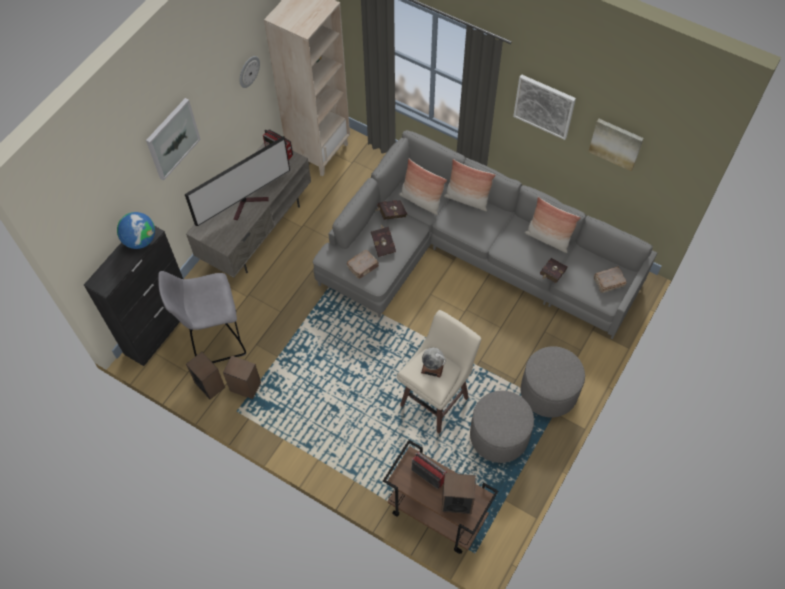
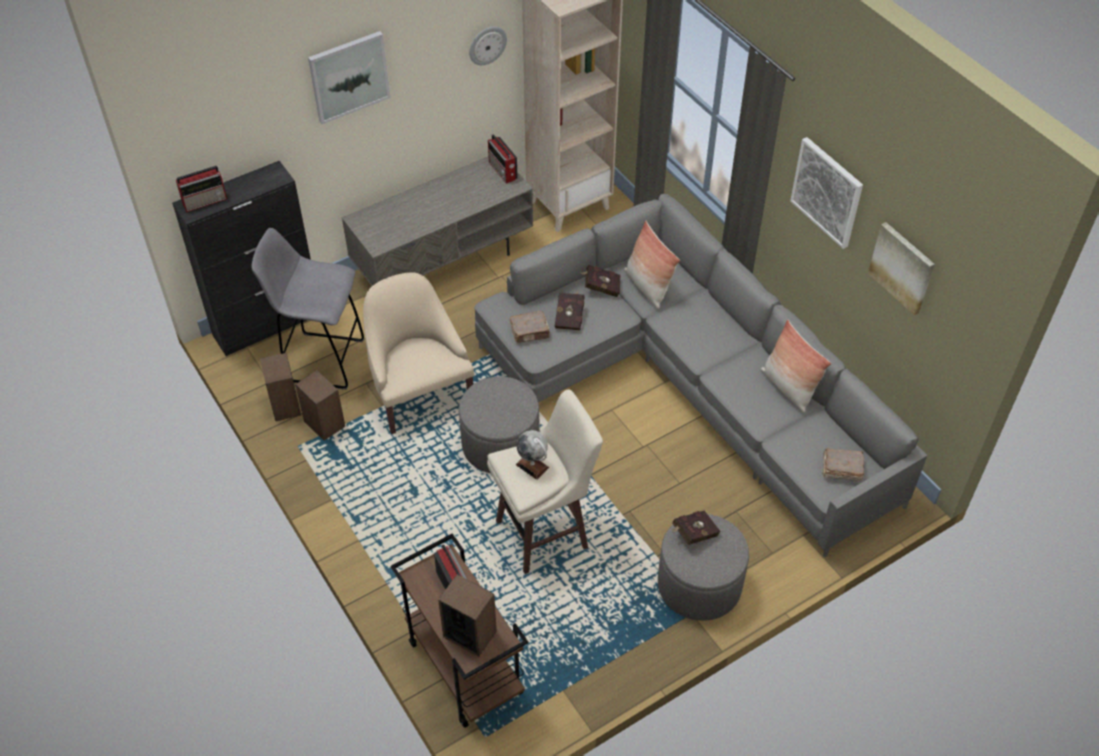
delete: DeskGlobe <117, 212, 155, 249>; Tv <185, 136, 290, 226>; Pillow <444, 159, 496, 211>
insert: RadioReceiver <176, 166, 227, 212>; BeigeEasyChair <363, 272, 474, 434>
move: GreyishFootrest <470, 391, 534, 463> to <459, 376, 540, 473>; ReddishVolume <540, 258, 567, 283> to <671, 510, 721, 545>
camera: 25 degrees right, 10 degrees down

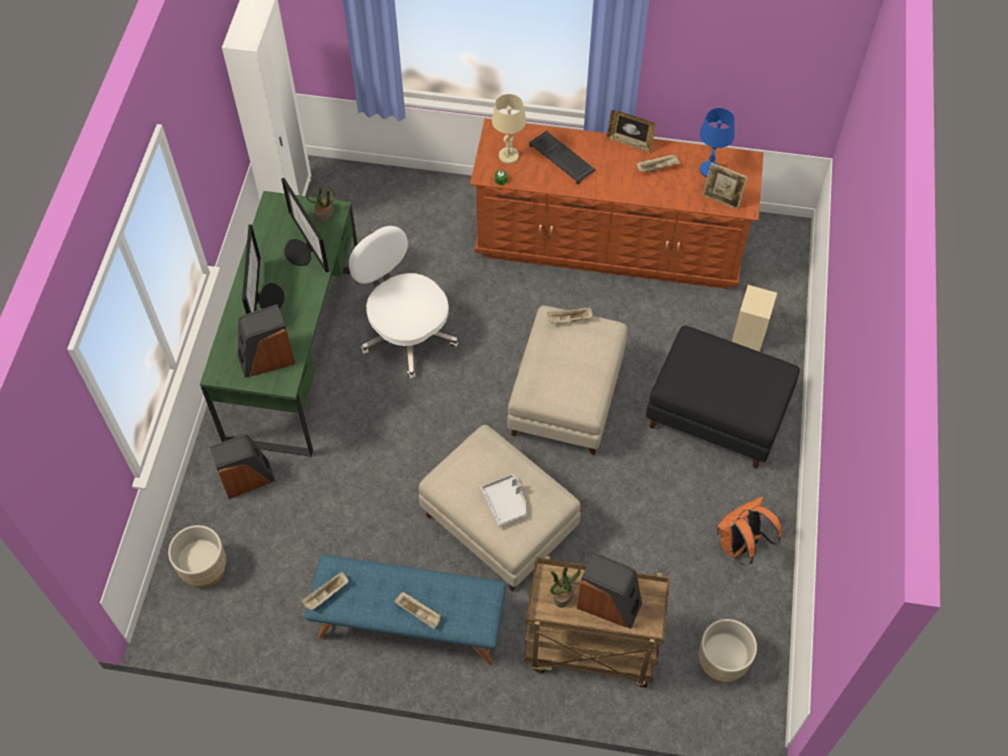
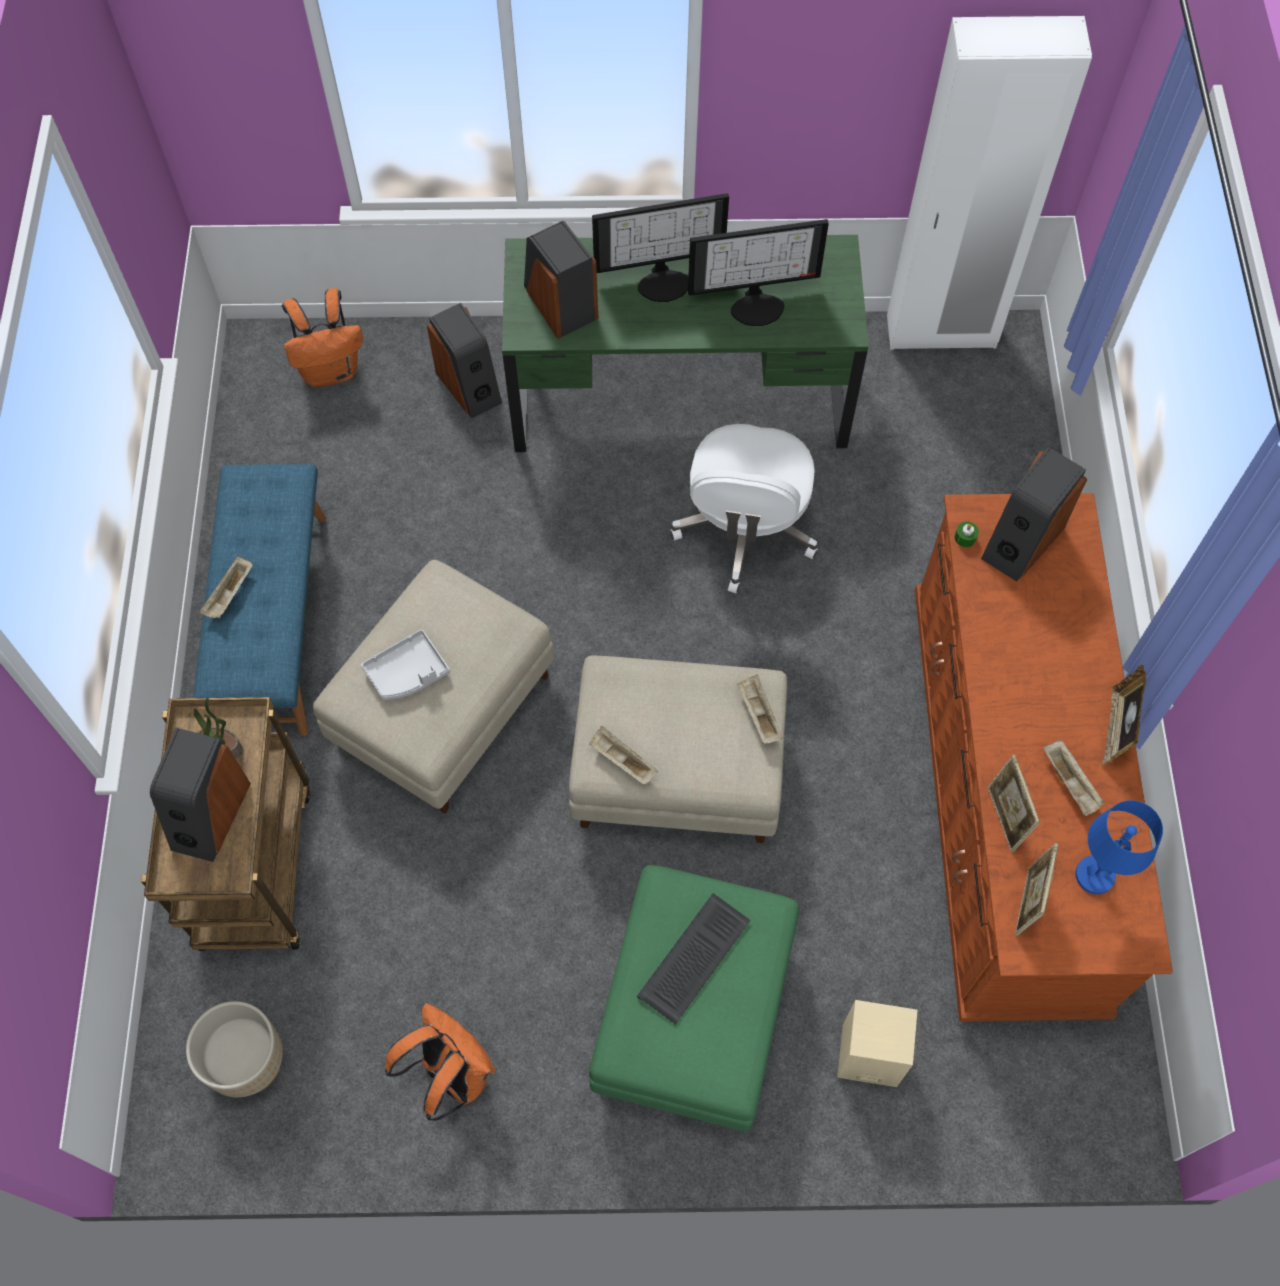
delete: PottedPlant <306, 185, 335, 223>
insert: StandingFrame <987, 755, 1040, 852>
move: BeigeCarryingTray <301, 572, 349, 611> to <589, 726, 658, 784>; PcKeyboard <529, 131, 596, 184> to <637, 893, 751, 1025>
replace: BeigeFlowerPot <168, 525, 226, 588> to OrangeyBackpack <282, 288, 363, 387>; BeigeTabletopLamp <492, 94, 526, 164> to AudioSpeaker <981, 447, 1087, 582>
recolor: BlackFootrest <646, 326, 800, 469> to GreenColouredFootrest <589, 865, 800, 1131>
rotate: WhiteComputerChair <349, 226, 458, 379> = <670, 424, 818, 593> 150 degrees clockwise; Monitor <281, 178, 329, 273> = <688, 219, 829, 326> 150 degrees counterclockwise
camera: 80 degrees right, 5 degrees up

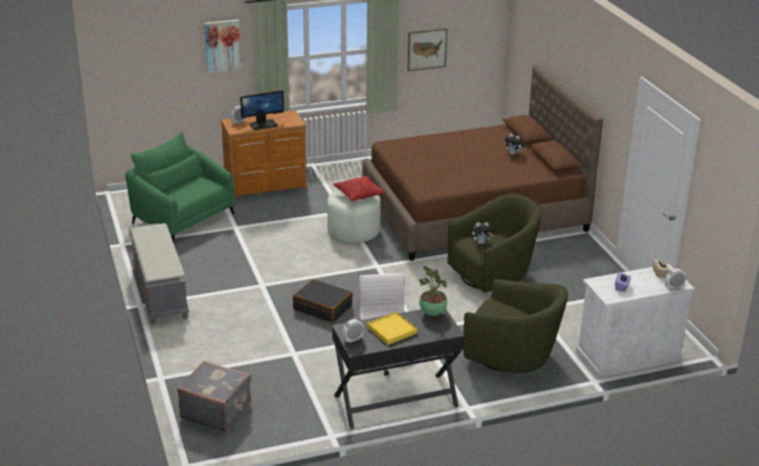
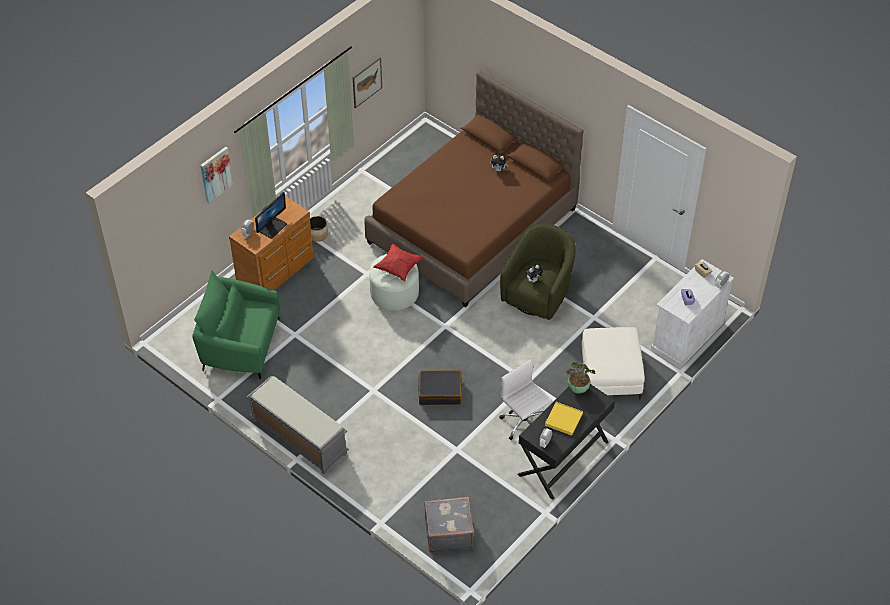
insert: FlowerPot <310, 216, 328, 242>
replace: GreenColouredEasyChair <463, 279, 568, 373> to WhiteFootrest <582, 327, 645, 400>
camera: 30 degrees left, 20 degrees up

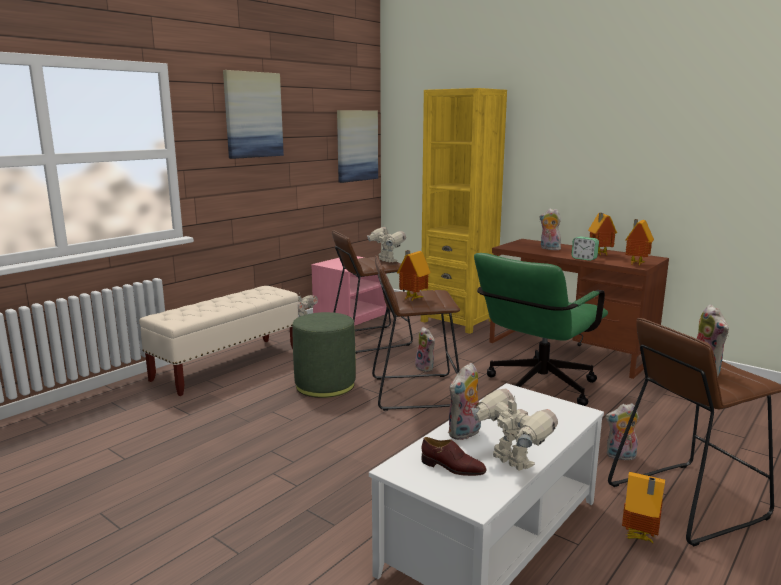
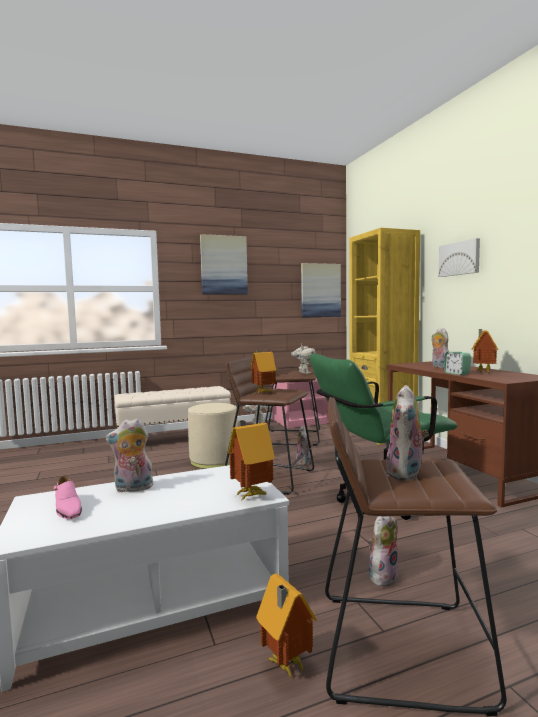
delete: RobotFigure <471, 389, 558, 471>
insert: WallArt <439, 238, 480, 277>
move: ModelHouse <625, 219, 654, 266> to <228, 420, 275, 499>
recolor: BrownishItemOfFootwear <421, 437, 487, 476> to PinkishItemOfFootwear <54, 476, 82, 519>; GreenColouredFootrest <293, 312, 356, 398> to BeigeFootrest <188, 403, 238, 469>
rotate: CuddlyToy <605, 403, 639, 460> = <368, 516, 399, 586> 105 degrees clockwise
camera: 30 degrees right, 10 degrees down

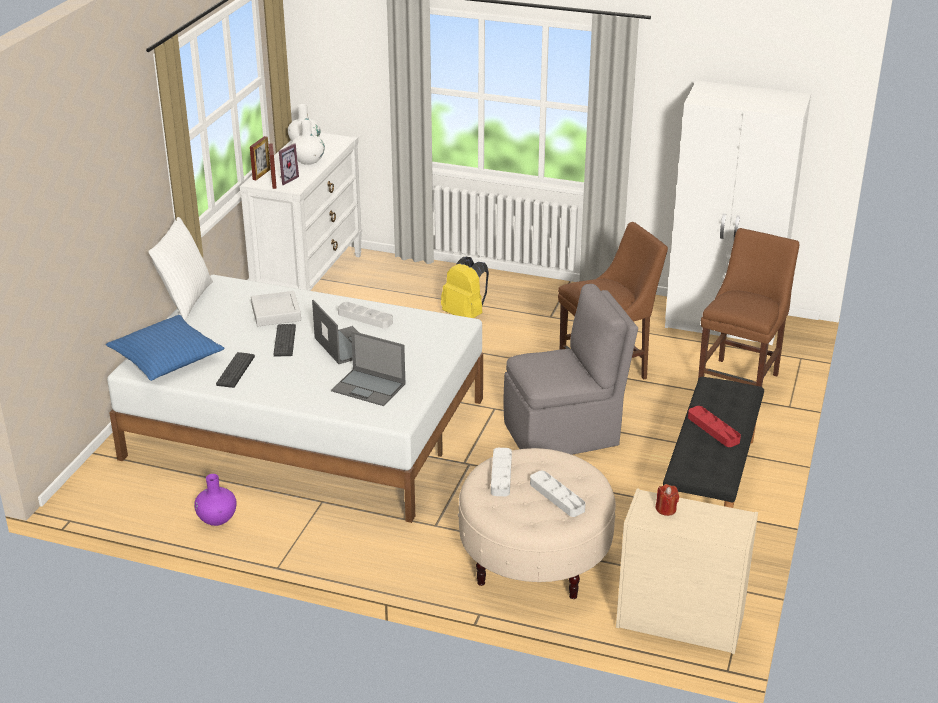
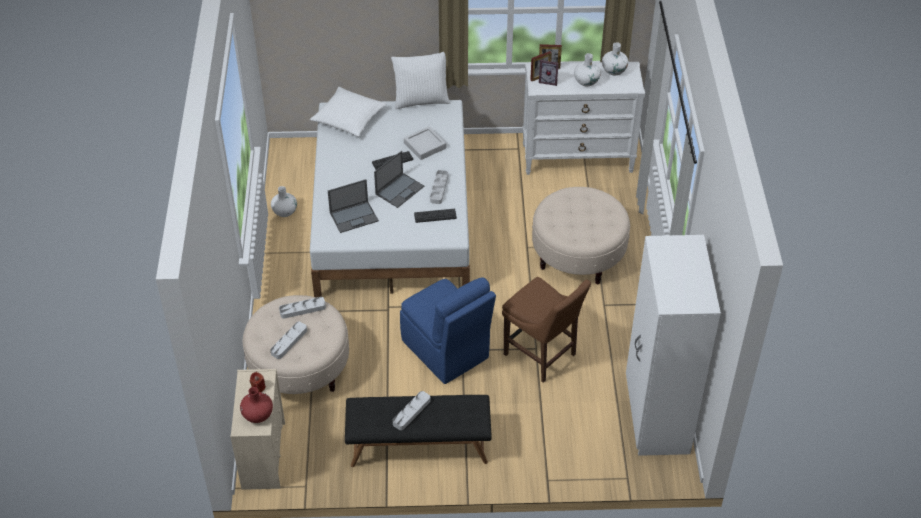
delete: BrownishUprightChair <698, 228, 799, 387>
insert: ReddishVase <240, 387, 273, 423>
move: PcKeyboard <216, 352, 255, 388> to <414, 209, 457, 223>
replace: YellowishBackpack <441, 257, 489, 318> to BeigeFootrest <532, 187, 630, 284>
recolor: PurpleVase <194, 474, 237, 526> to WhiteVase <271, 186, 297, 217>; BluishPillow <106, 315, 225, 381> to WhitePillow <310, 87, 386, 137>; ReddishCarryingTray <688, 406, 741, 447> to GreyishCarryingTray <393, 391, 430, 430>; GreyishUprightChair <503, 284, 638, 455> to BluishUprightChair <400, 277, 496, 384>
rotate: NotebookComputer <331, 331, 406, 406> = <328, 179, 379, 233> 120 degrees counterclockwise
camera: 70 degrees right, 15 degrees up

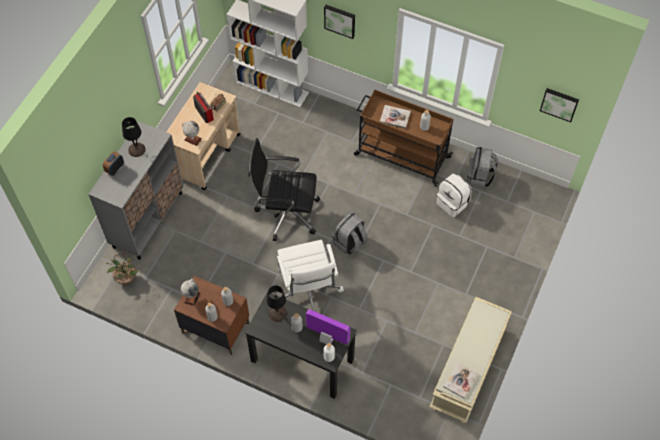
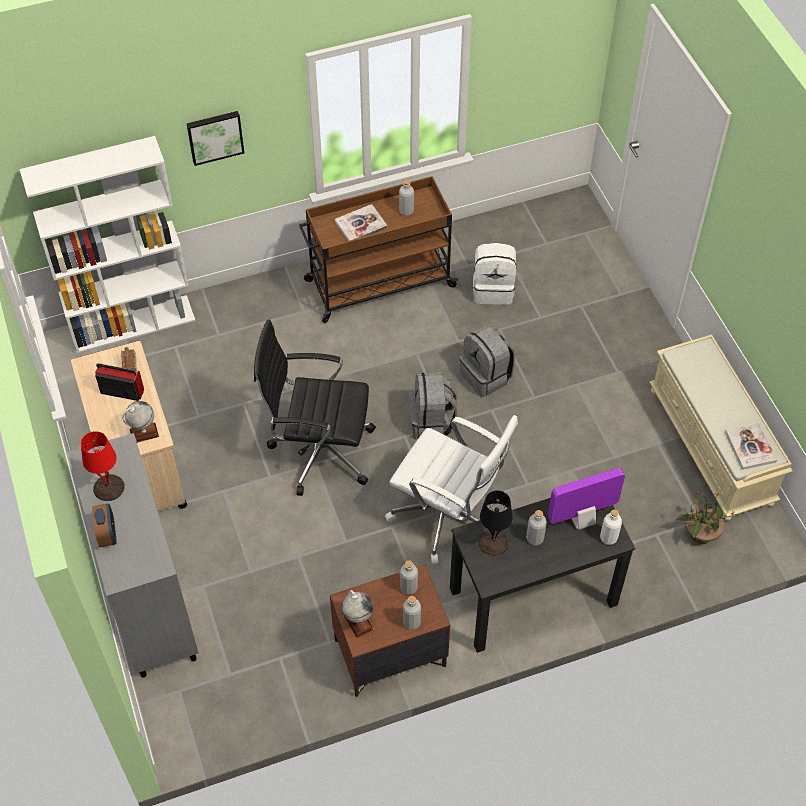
delete: WallArt <540, 88, 579, 122>
move: GreyishBackpack <467, 147, 498, 188> to <460, 325, 515, 397>; PottedPlant <107, 253, 138, 285> to <677, 490, 736, 544>
recolor: BlackTabletopLamp <122, 117, 146, 157> to ReddishTabletopLamp <81, 431, 125, 501>
rotate: BlackComputerChair <249, 138, 320, 241> = <254, 319, 376, 496> 45 degrees clockwise
camera: 45 degrees left, 5 degrees down

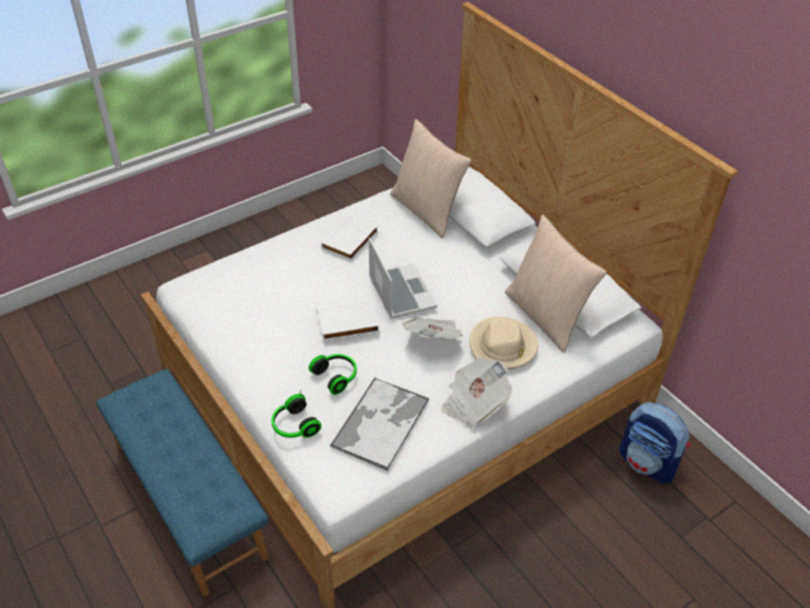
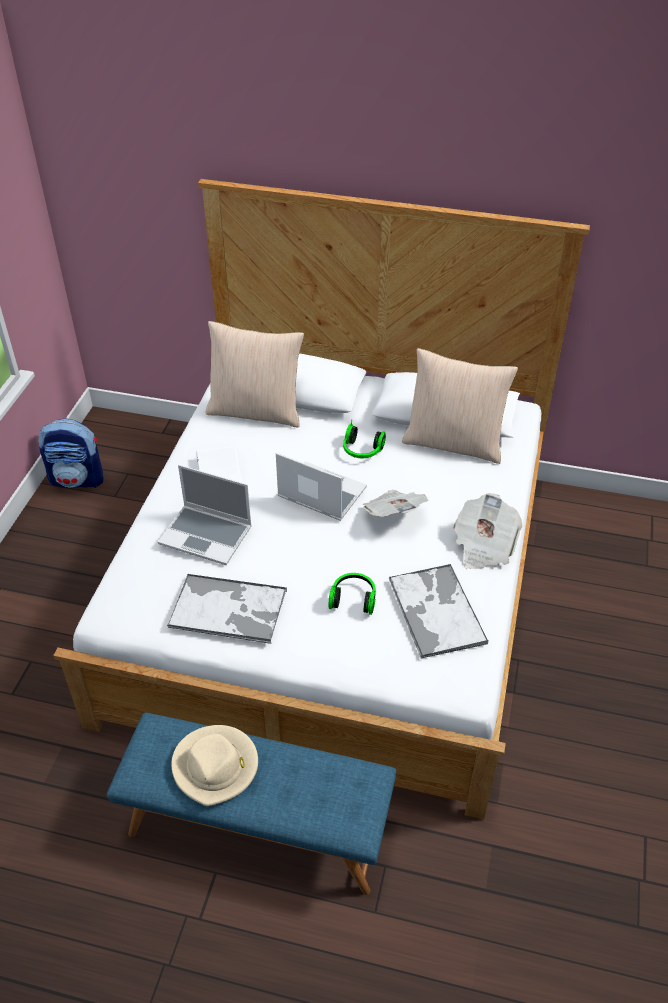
delete: WhiteVolume <317, 299, 380, 341>
insert: NotebookComputer <158, 465, 252, 565>; CarryingTray <167, 574, 287, 644>
move: Backpack <619, 402, 690, 484> to <38, 418, 103, 488>; BeigeClothingHat <469, 317, 538, 369> to <171, 725, 258, 806>; PairOfHeadphones <271, 391, 322, 438> to <343, 420, 386, 458>
camera: 40 degrees left, 0 degrees up

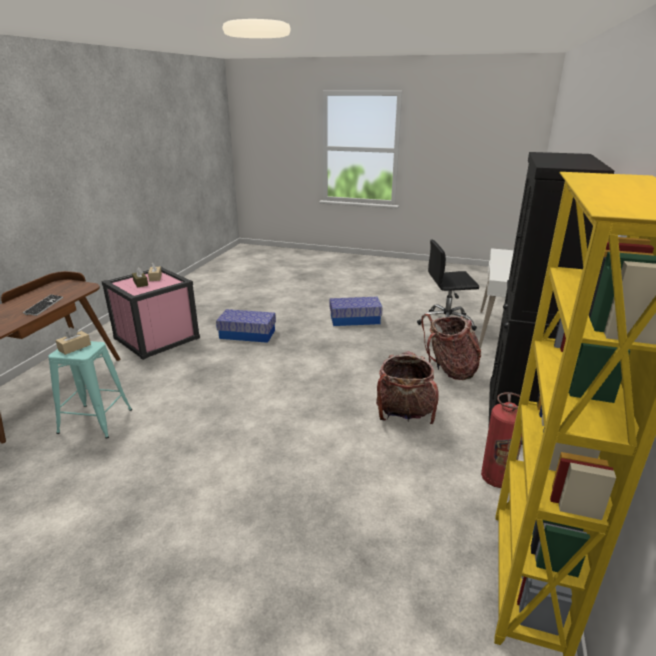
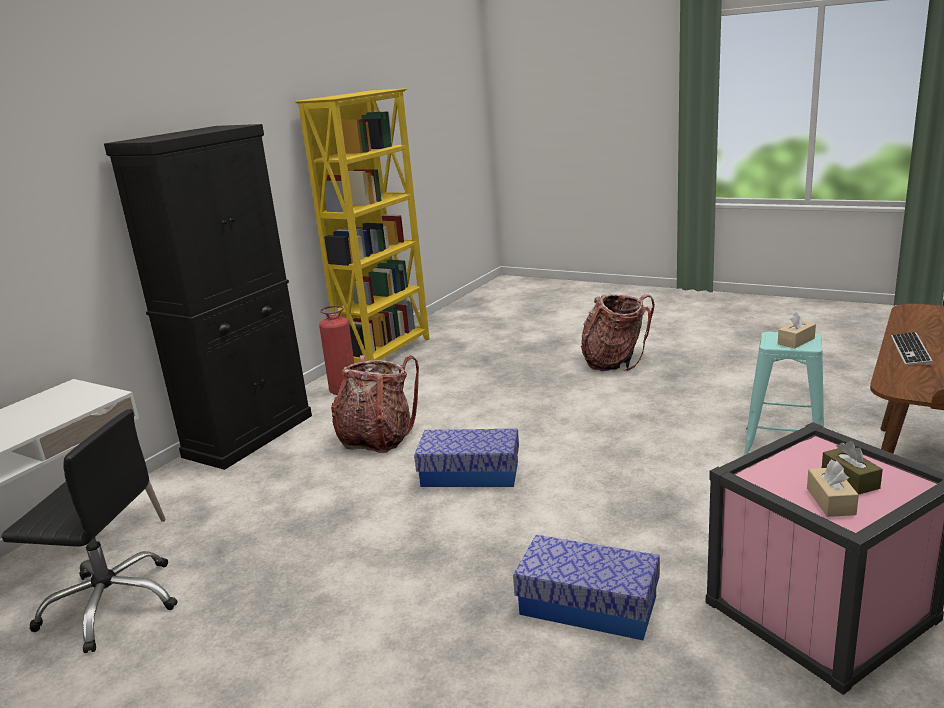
move: StorageContainer <330, 297, 383, 326> to <414, 429, 519, 487>; Backpack <421, 314, 481, 380> to <581, 294, 655, 371>
camera: 165 degrees left, 5 degrees down

